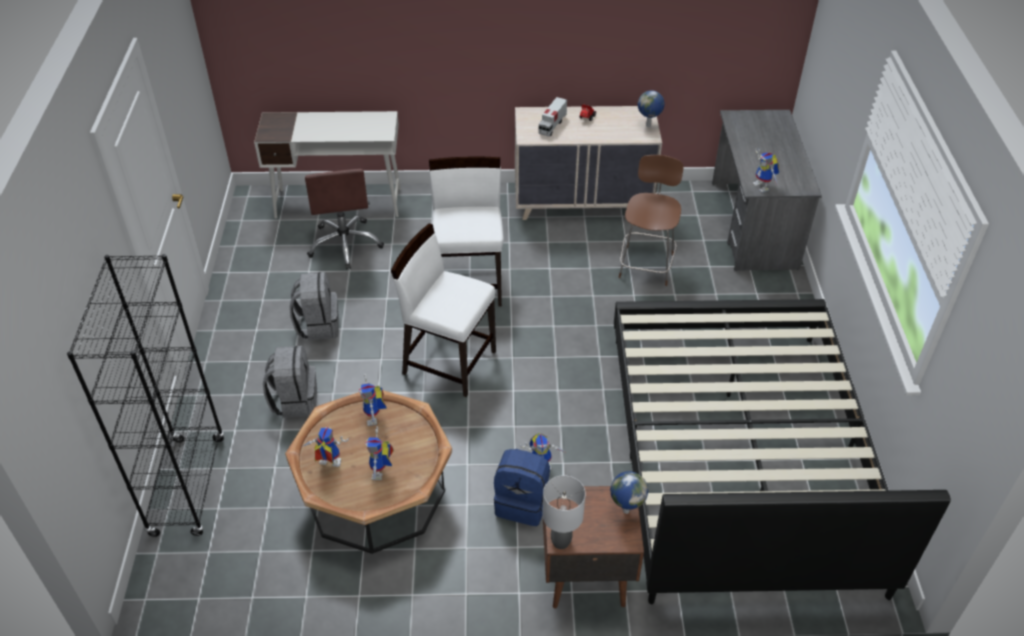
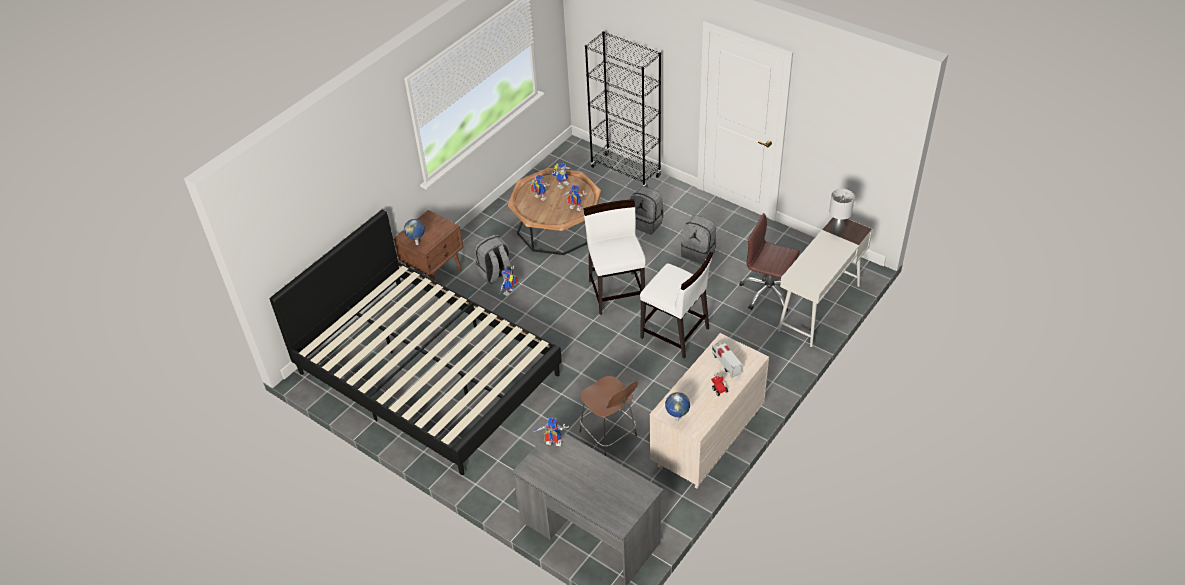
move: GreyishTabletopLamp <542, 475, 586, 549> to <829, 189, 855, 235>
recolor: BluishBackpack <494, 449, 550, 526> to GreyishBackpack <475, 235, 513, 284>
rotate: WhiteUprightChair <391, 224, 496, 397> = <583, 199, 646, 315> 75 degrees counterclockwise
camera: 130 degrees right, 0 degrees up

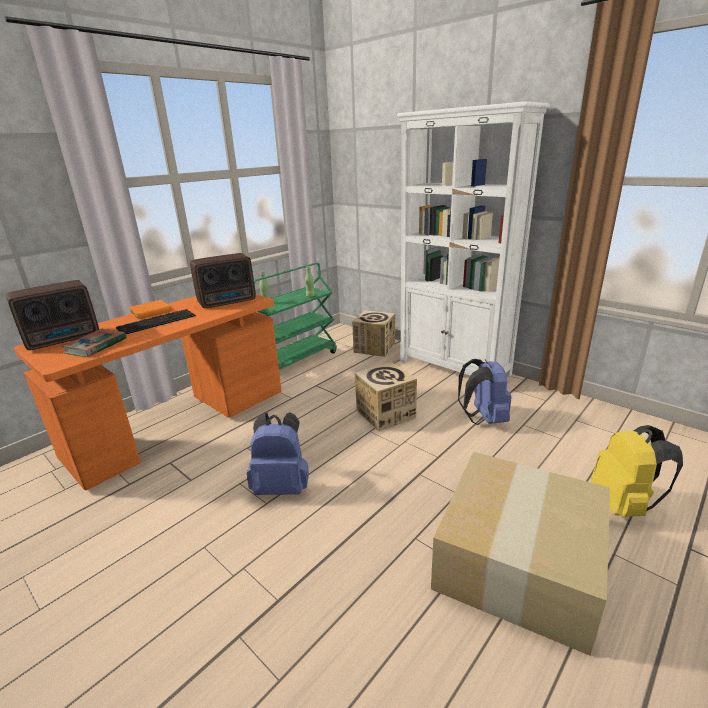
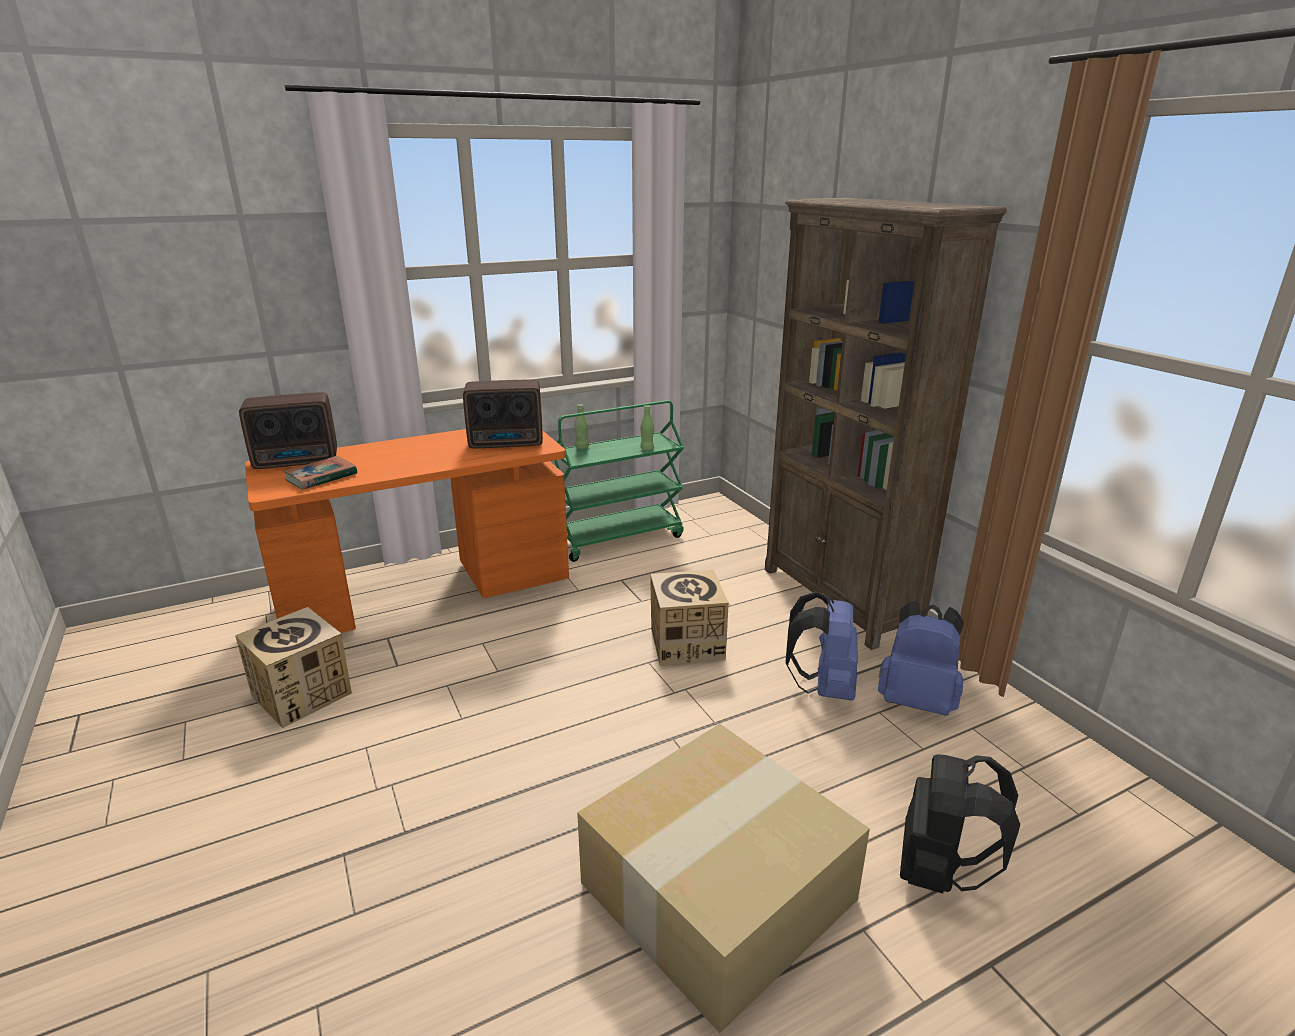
delete: PcKeyboard <116, 309, 196, 334>; OrangeyVolume <129, 300, 171, 319>
move: CardboardBox <352, 310, 396, 357> to <235, 607, 352, 728>; BluishBackpack <247, 412, 309, 495> to <878, 600, 964, 715>
recolor: WhiteShelvingUnit <397, 101, 550, 377> to BrownishShelvingUnit <765, 198, 1007, 650>; YellowishBackpack <591, 425, 683, 517> to BlackBackpack <900, 754, 1020, 894>
camera: 20 degrees right, 0 degrees up

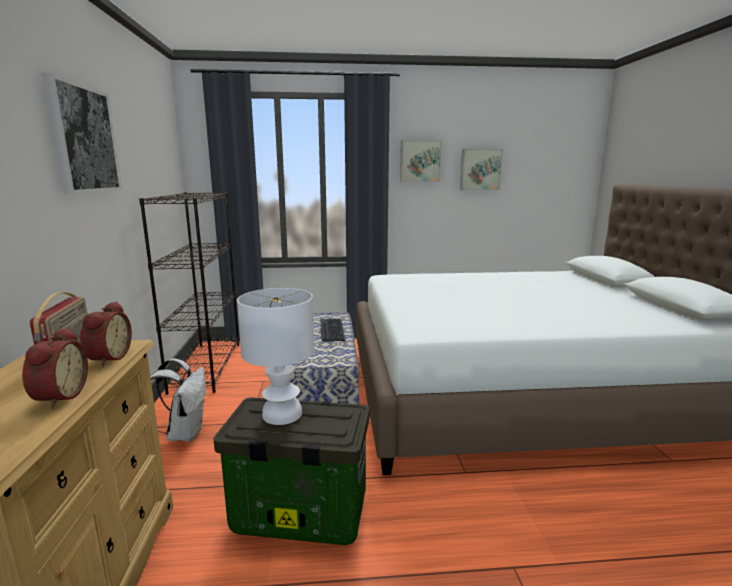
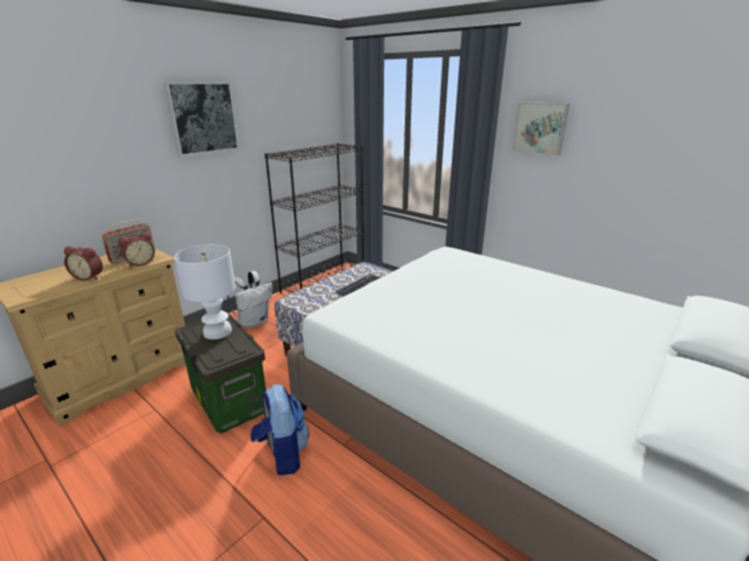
delete: WallArt <460, 149, 503, 190>
insert: Backpack <250, 385, 310, 475>
rotate: AlarmClock <22, 327, 88, 409> = <64, 246, 103, 281> 60 degrees clockwise
camera: 45 degrees right, 10 degrees up

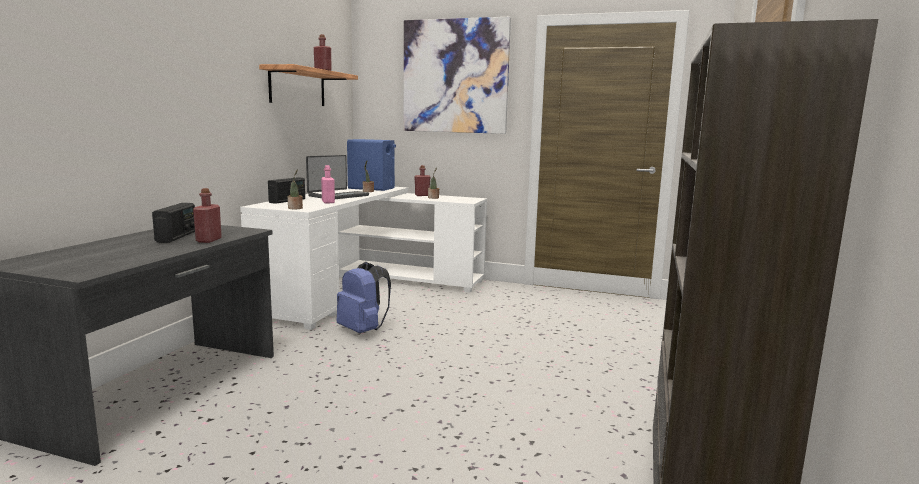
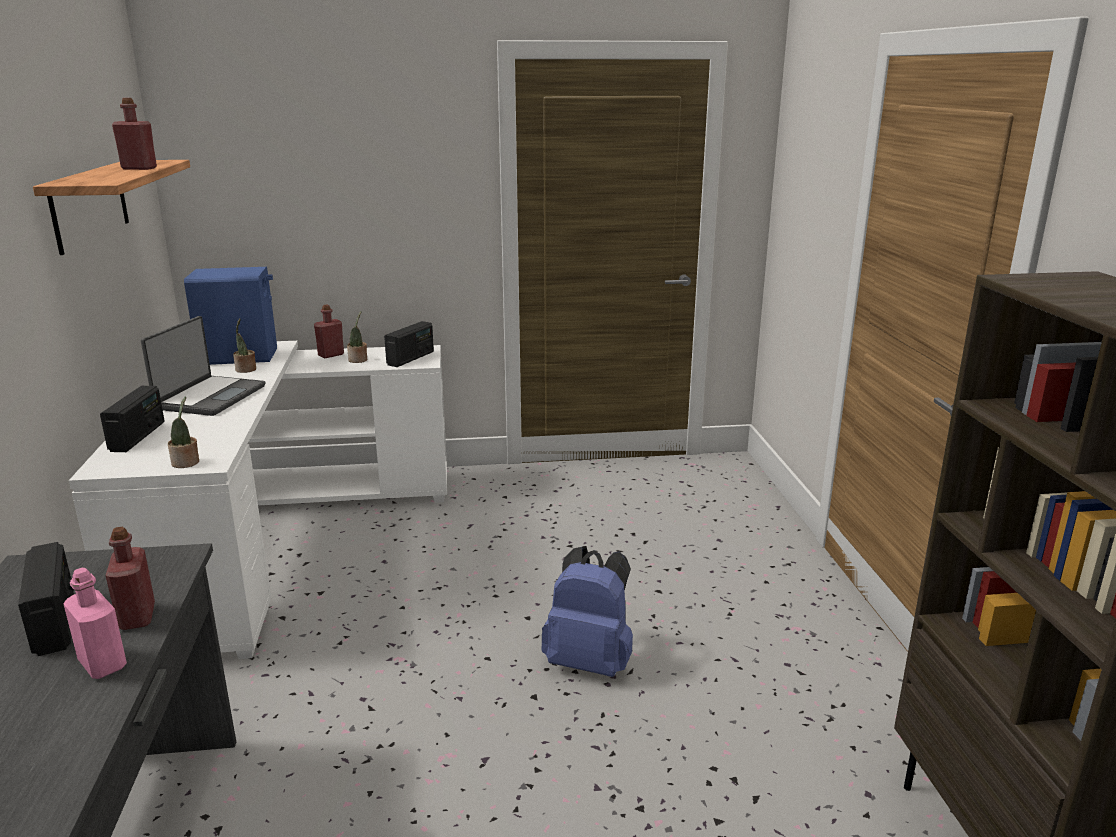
delete: WallArt <403, 17, 511, 134>
insert: RadioReceiver <384, 321, 434, 367>
move: PinkishBeverageBottle <321, 165, 335, 203> to <63, 568, 127, 679>; BluishBackpack <336, 262, 391, 333> to <541, 546, 633, 677>
camera: 25 degrees left, 10 degrees up

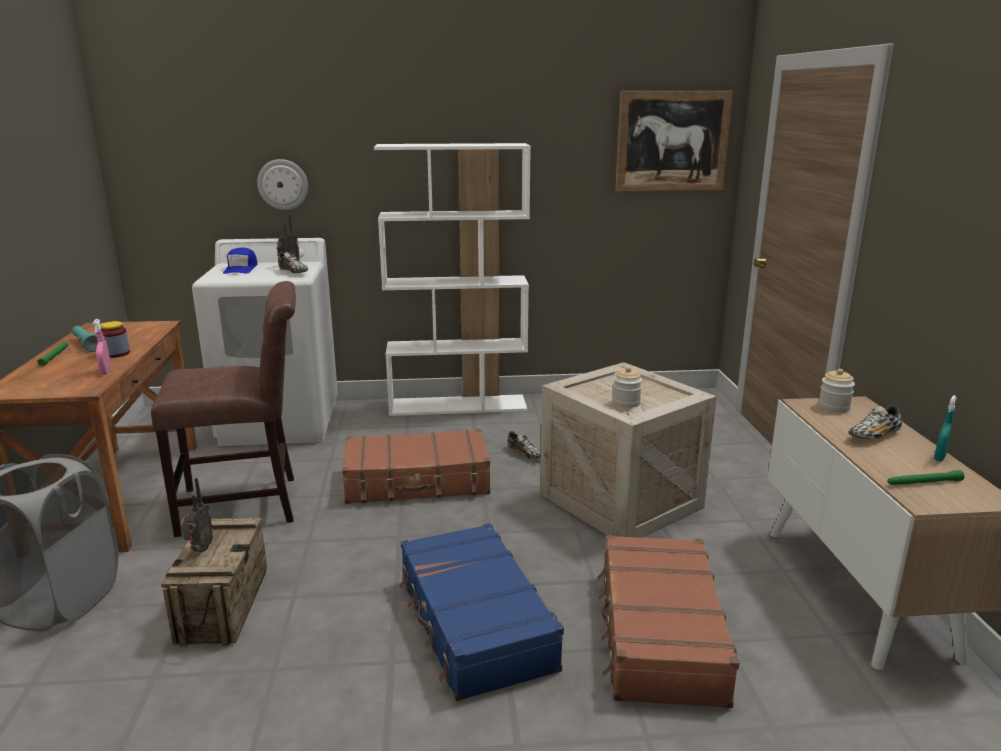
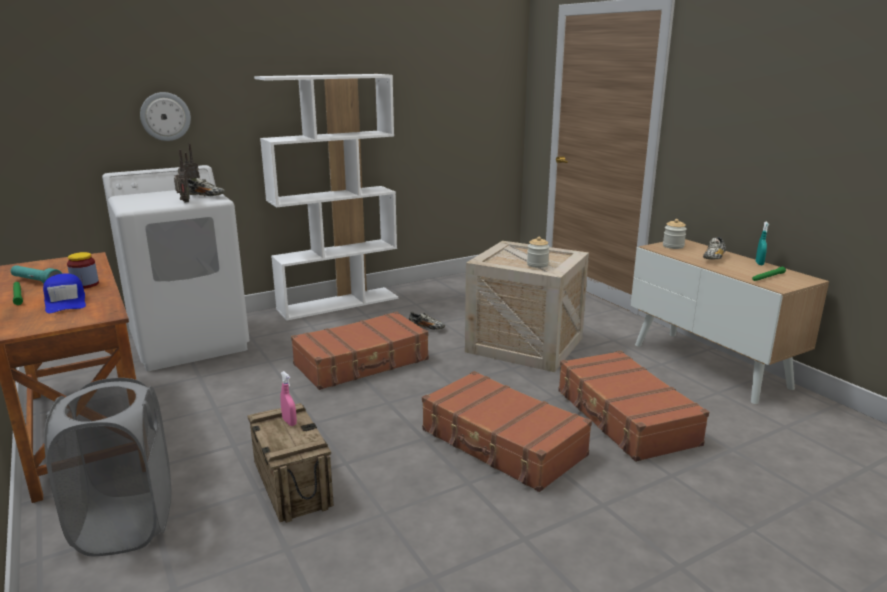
delete: BrownishUprightChair <151, 281, 296, 537>; WallArt <615, 91, 733, 191>
move: BluishBaseballCap <223, 248, 258, 274> to <43, 274, 86, 313>; RadioReceiver <181, 478, 213, 552> to <174, 149, 190, 202>; PinkishHandSprayer <93, 319, 111, 375> to <280, 371, 297, 426>
recolor: BluishTravelCase <399, 523, 564, 701> to BrownishTravelCase <422, 371, 592, 492>
camera: 25 degrees left, 0 degrees up

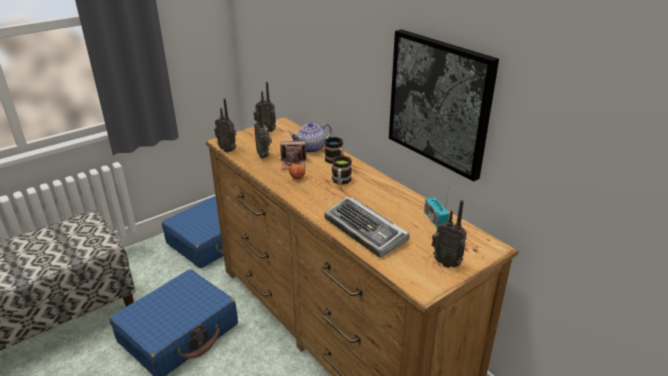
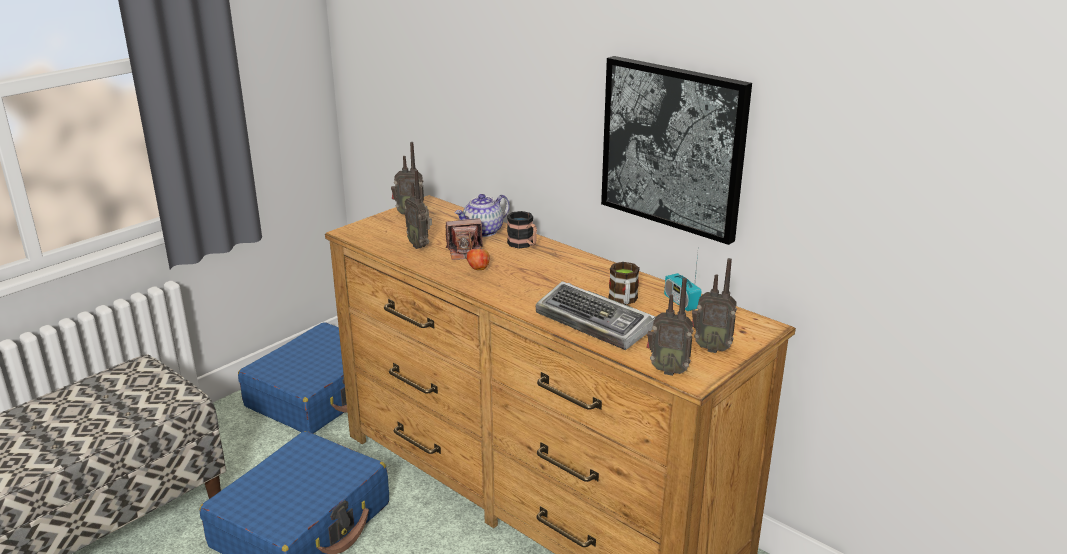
move: CoffeeMug <332, 155, 352, 185> to <608, 262, 640, 305>; RadioReceiver <214, 99, 236, 152> to <646, 278, 694, 376>
camera: 10 degrees left, 5 degrees down

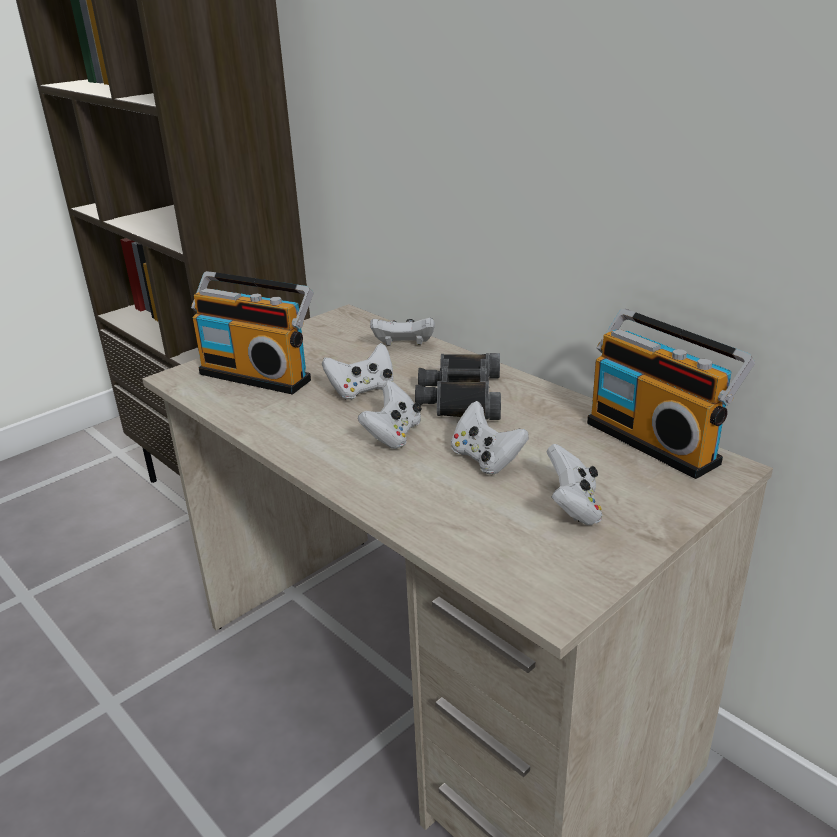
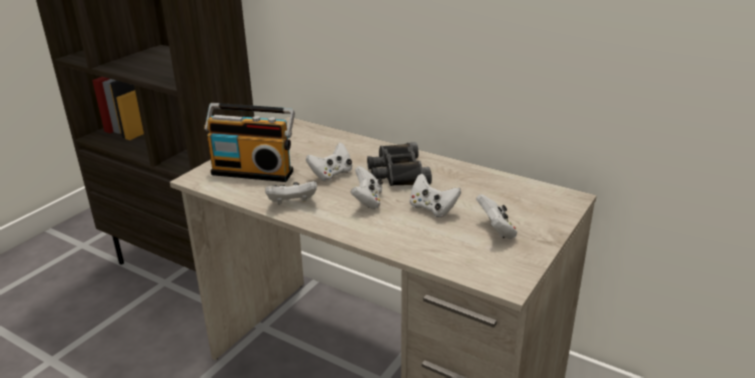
delete: RadioReceiver <587, 309, 755, 479>
move: WhiteGamepad <370, 318, 435, 346> to <265, 181, 317, 205>
camera: 15 degrees left, 0 degrees up

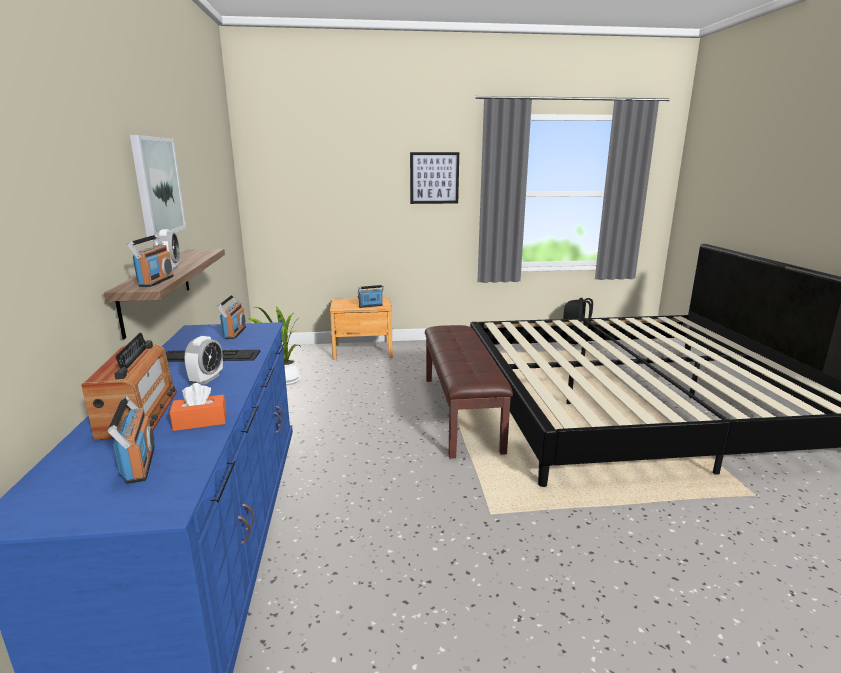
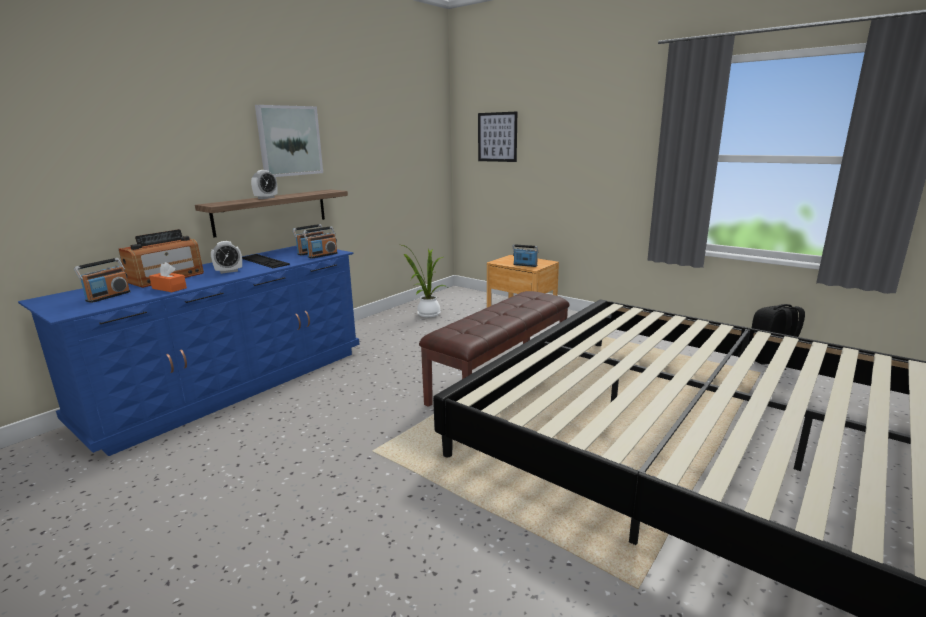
move: RadioReceiver <127, 235, 174, 287> to <303, 226, 338, 259>; WallArt <410, 152, 459, 204> to <478, 112, 517, 162>
camera: 45 degrees right, 0 degrees up

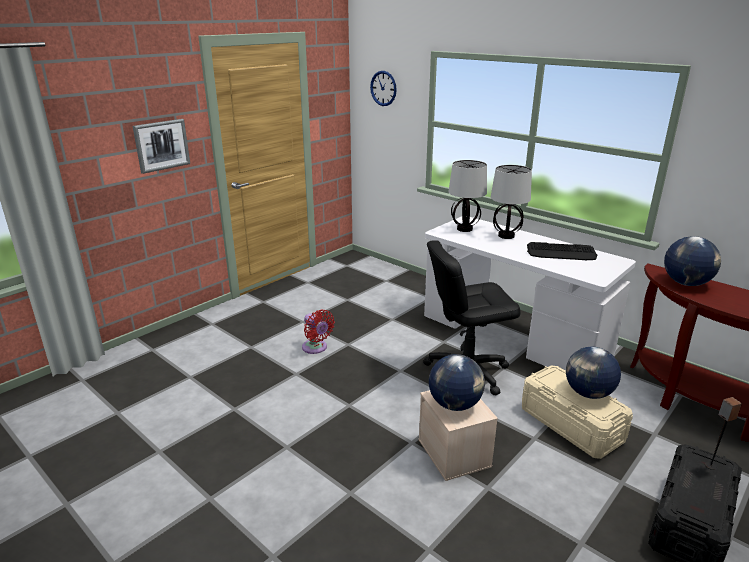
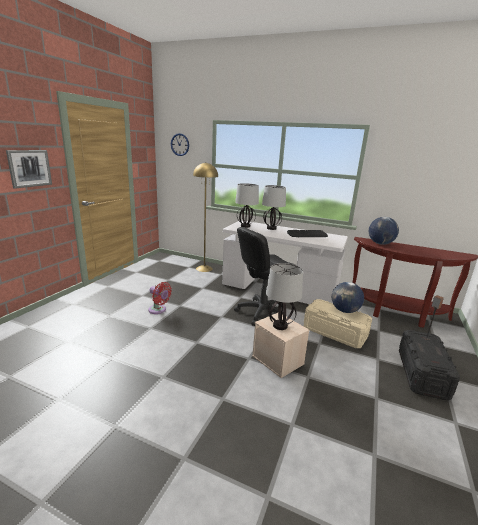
insert: YellowishFloorLamp <193, 162, 218, 272>
replace: DeskGlobe <429, 354, 485, 411> to TabletopLamp <266, 263, 303, 330>
camera: 20 degrees left, 5 degrees down

